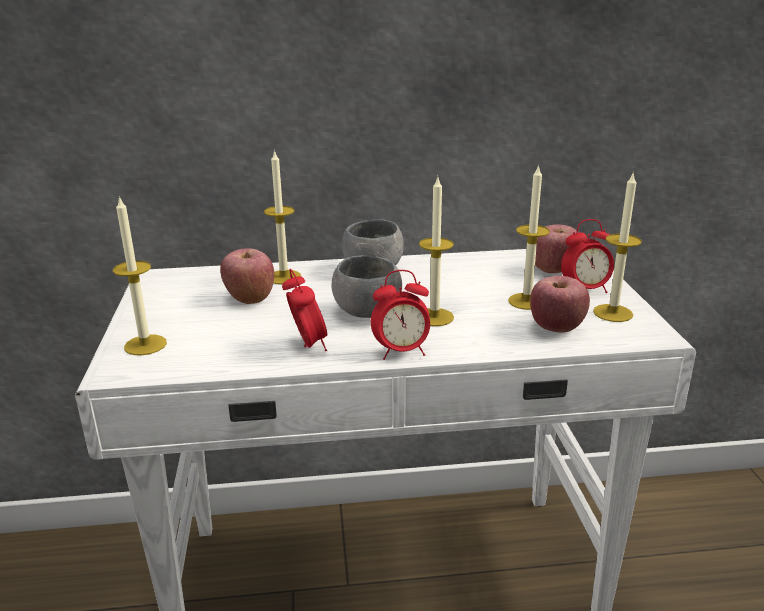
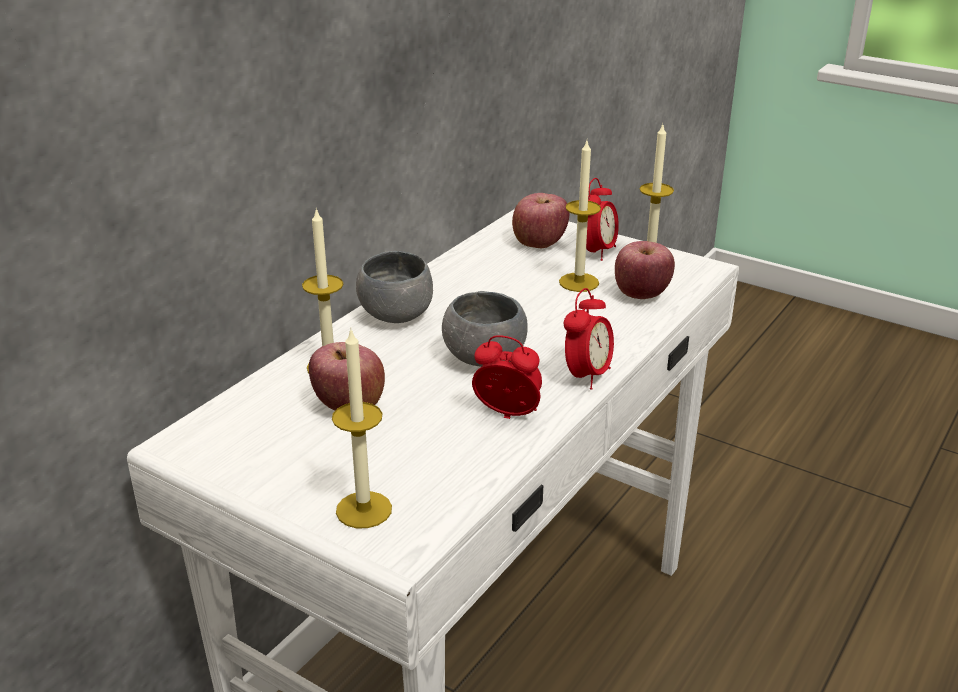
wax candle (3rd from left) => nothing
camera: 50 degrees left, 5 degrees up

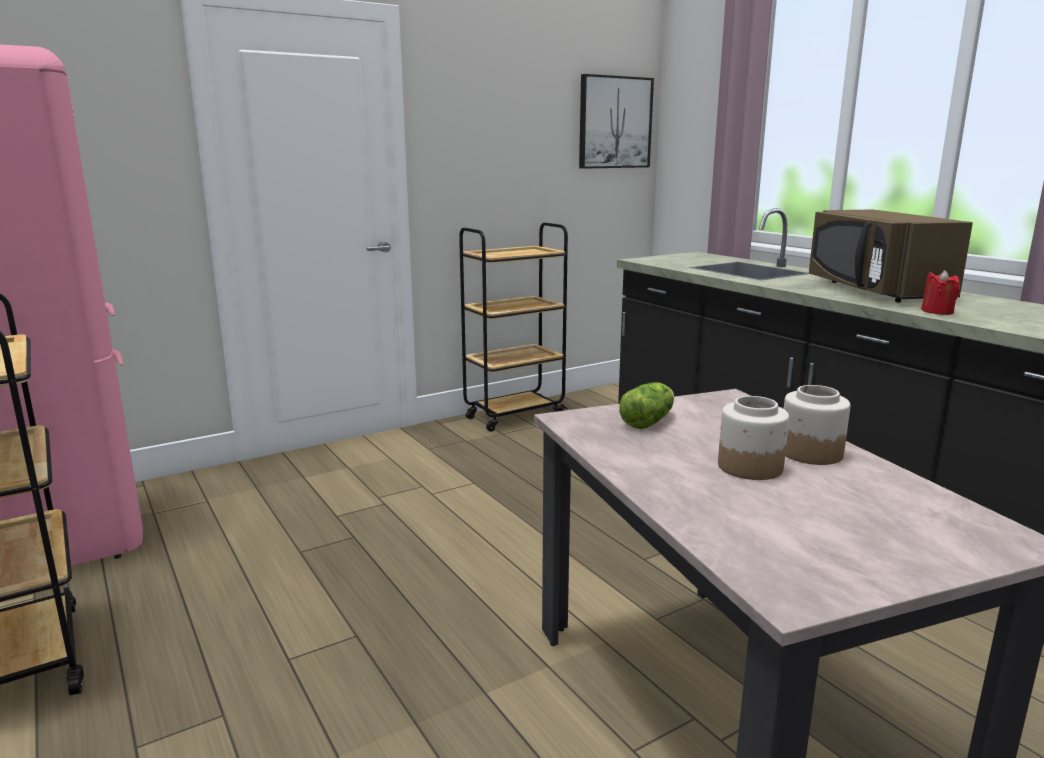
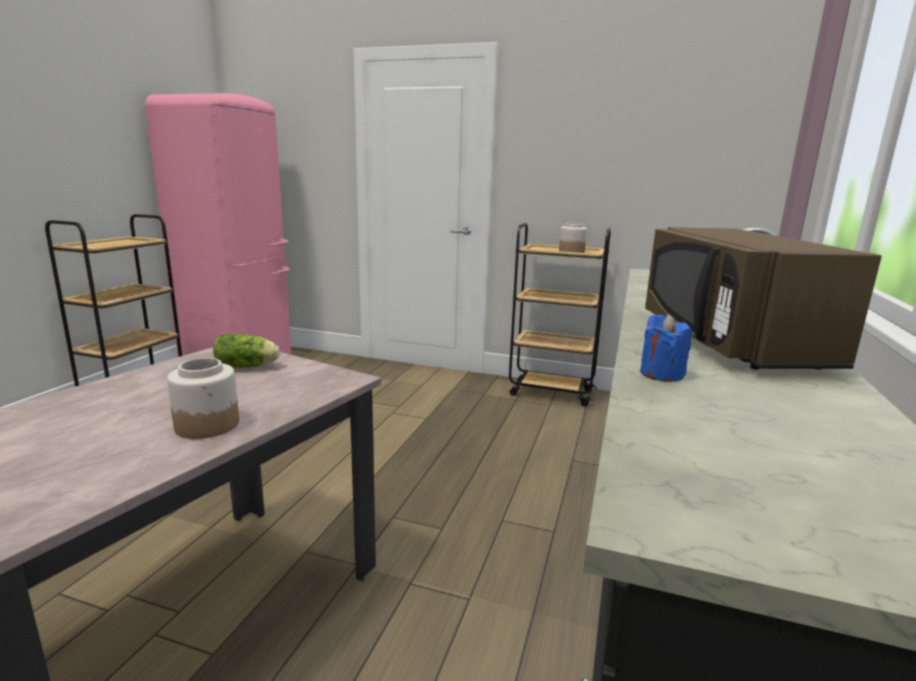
jar (1st from left in the first image) => jar (2nd from left), move
red wax candle => blue wax candle
brownish microwave oven, 45 degrees counterclockwise
wall art => nothing
camera: 50 degrees right, 0 degrees up

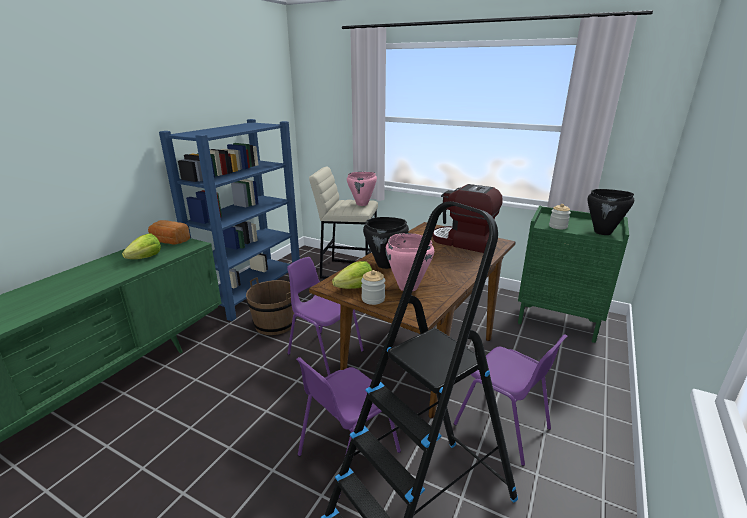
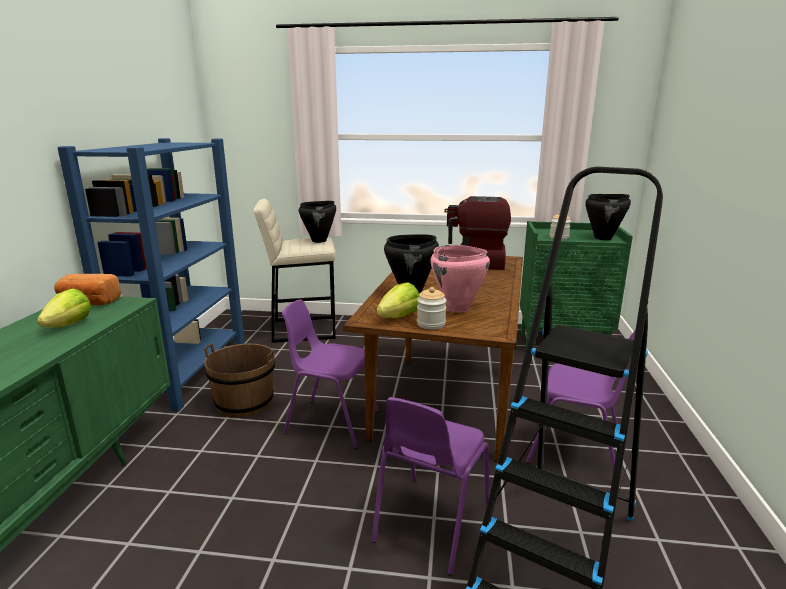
pink cooking pot (1st from left) => blackish cooking pot (1st from left)
camera: 20 degrees left, 5 degrees down

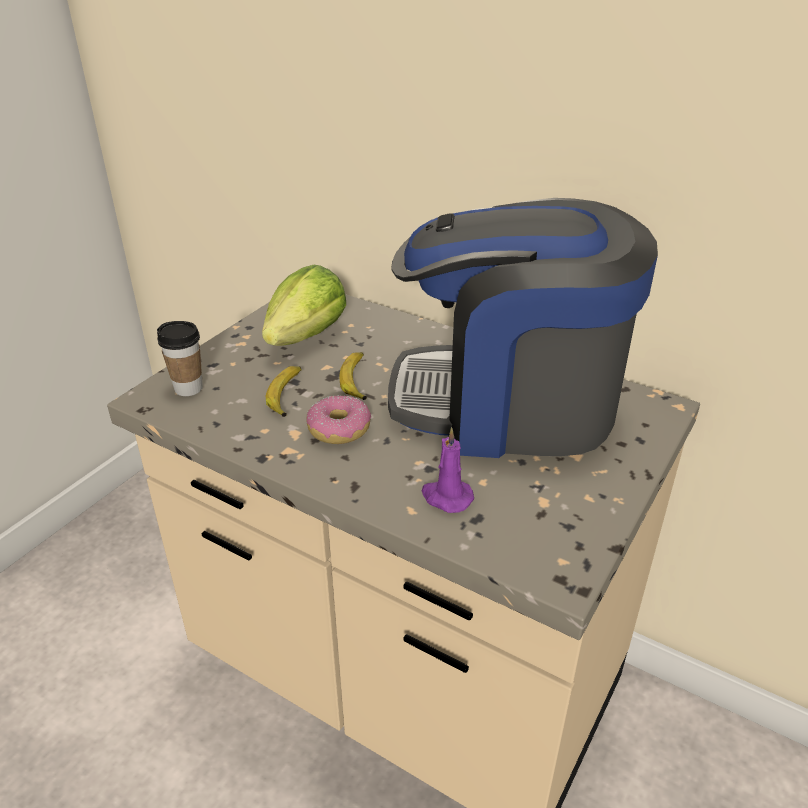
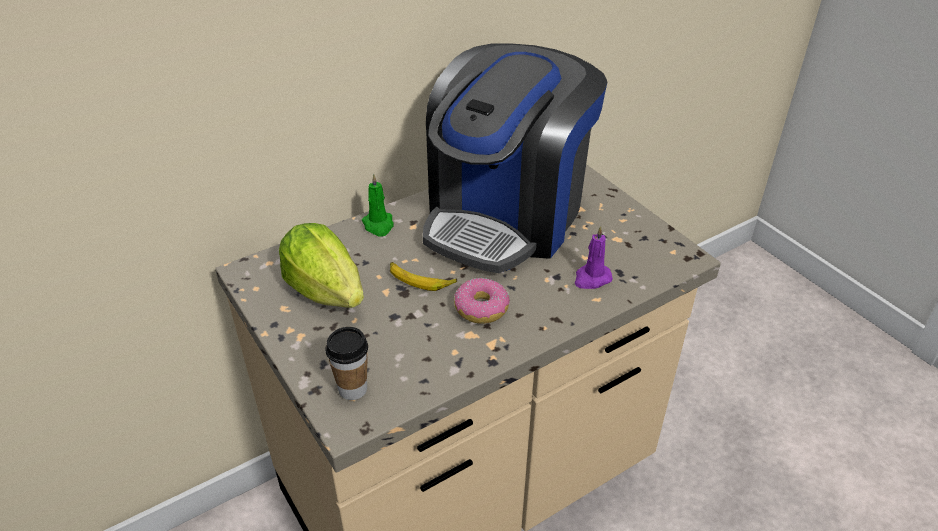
nothing => green-coloured wax candle
whole banana (1st from left) => nothing
camera: 65 degrees left, 5 degrees up

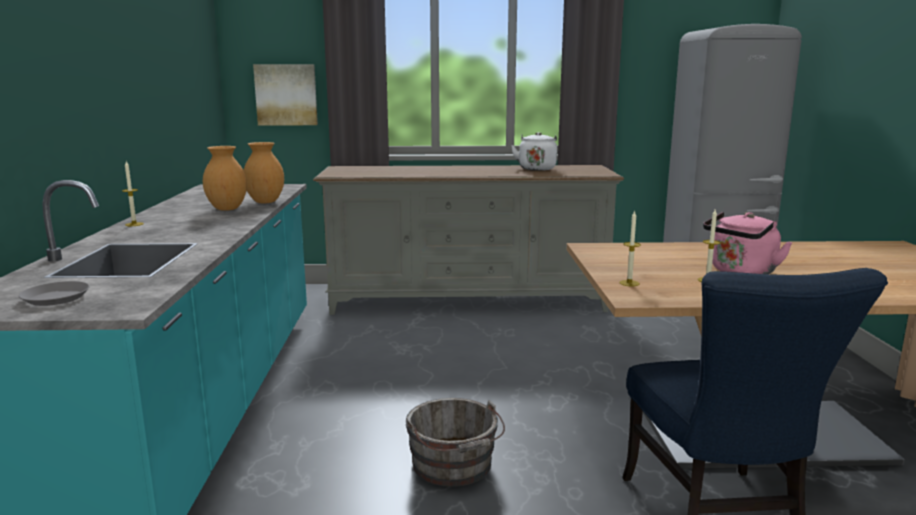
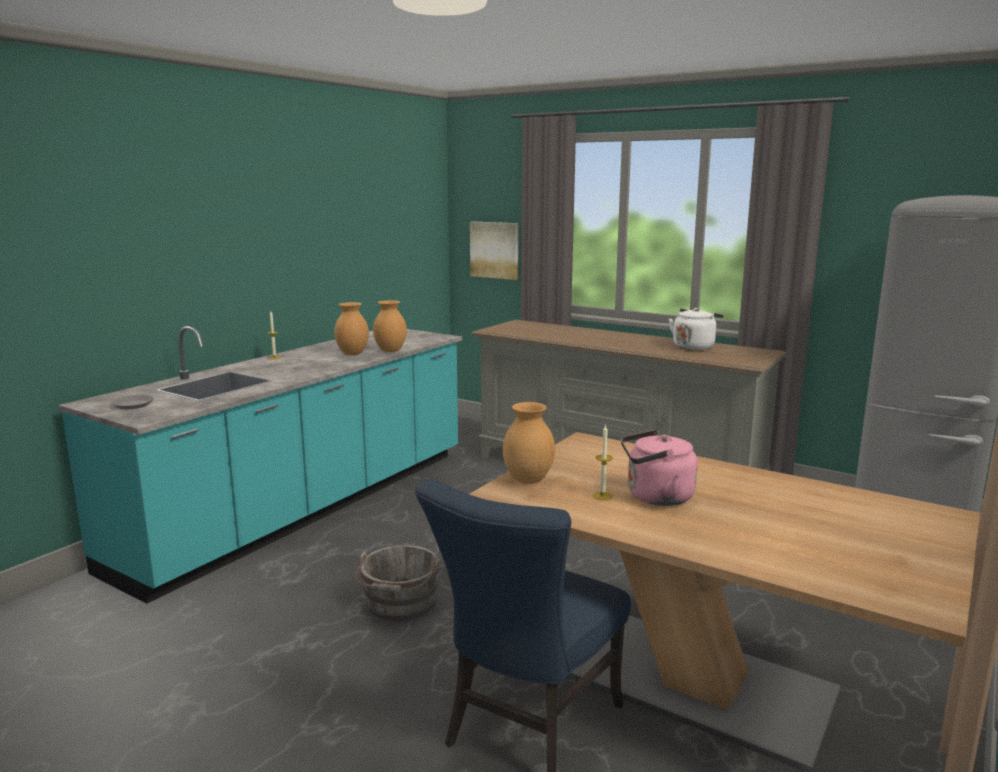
wax candle (2nd from left) => brownish vase (3rd from left)
camera: 35 degrees right, 0 degrees up

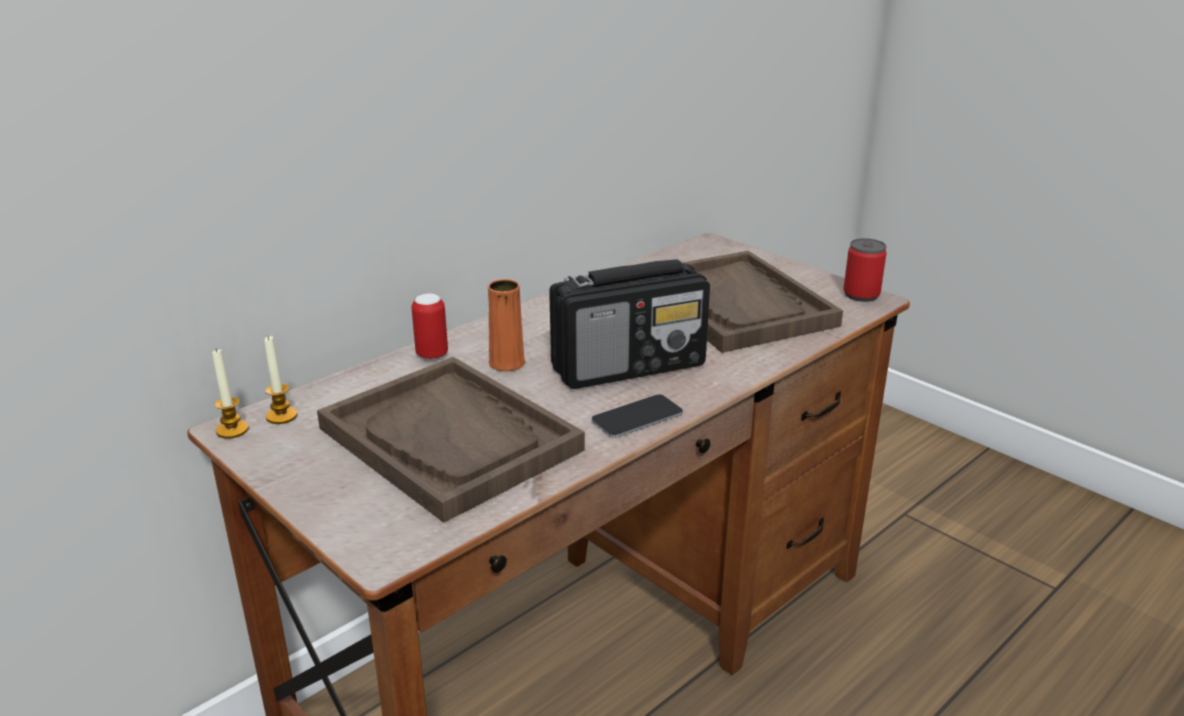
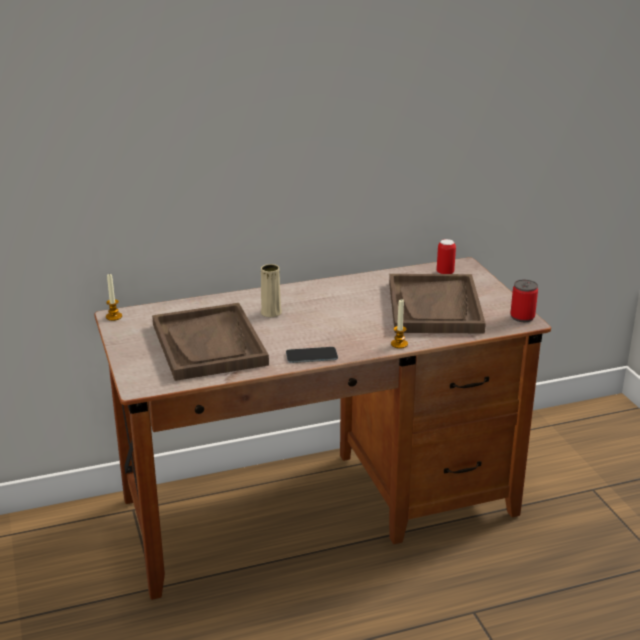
orange-coloured vase => sand-coloured vase
wax candle (2nd from left), move
can (1st from left), move
radio => nothing
camera: 25 degrees right, 0 degrees up

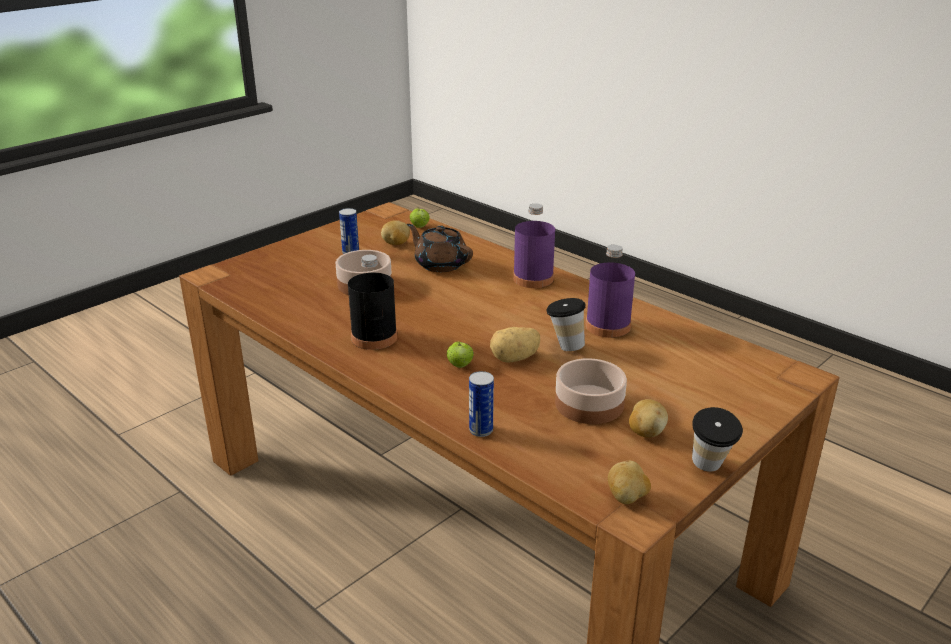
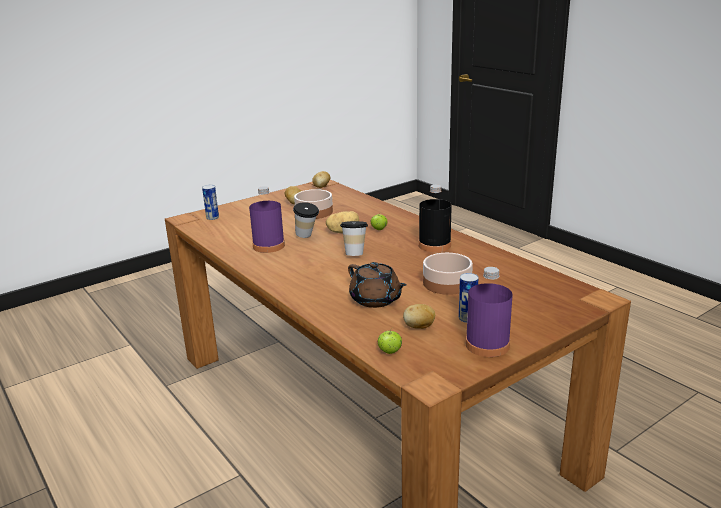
can (2nd from left in the first image) => can (1st from left), move
small cup (2nd from left), move
purplish drink bottle (1st from left in the first image) => purplish drink bottle (2nd from left), move
camera: 170 degrees left, 5 degrees down

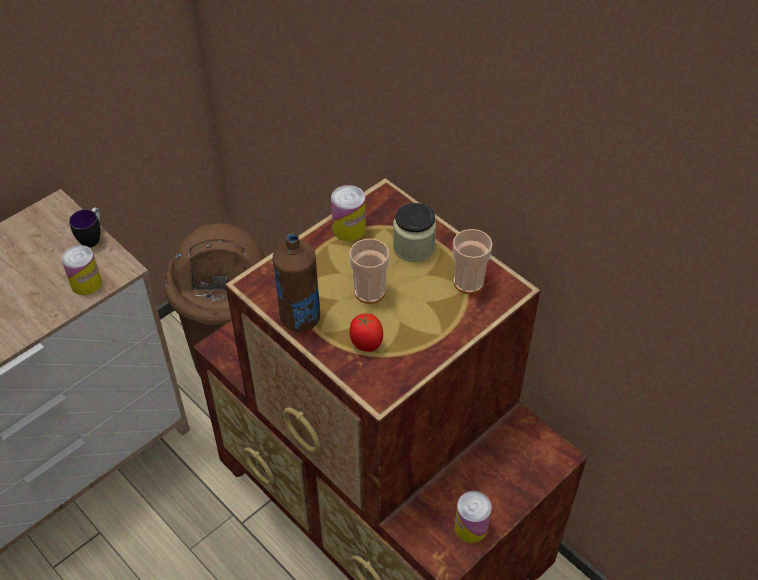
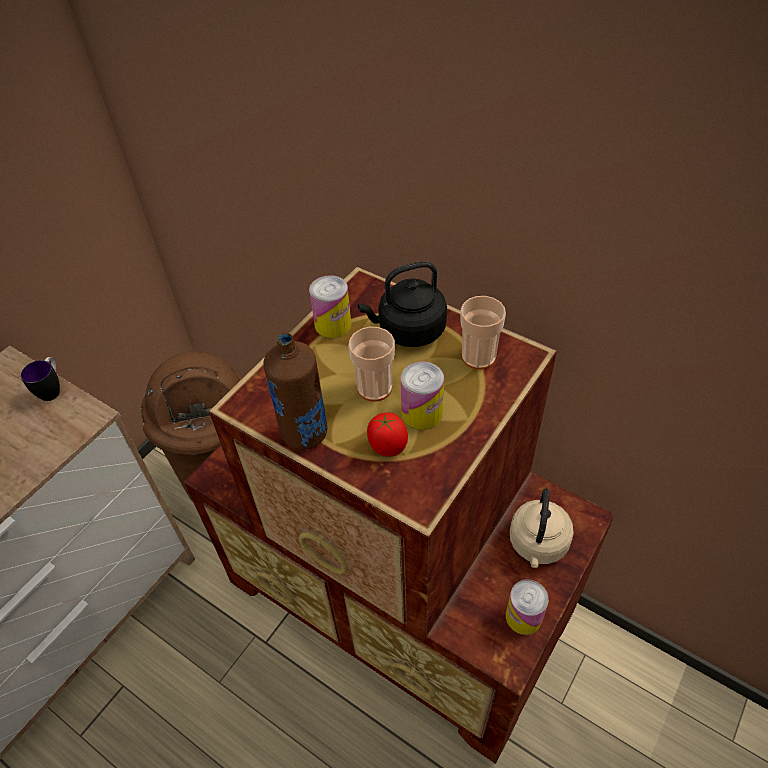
jar => blackish kettle
can (1st from left in the first image) => can (2nd from left), move
nothing => sand-coloured kettle
camera: 10 degrees left, 0 degrees up

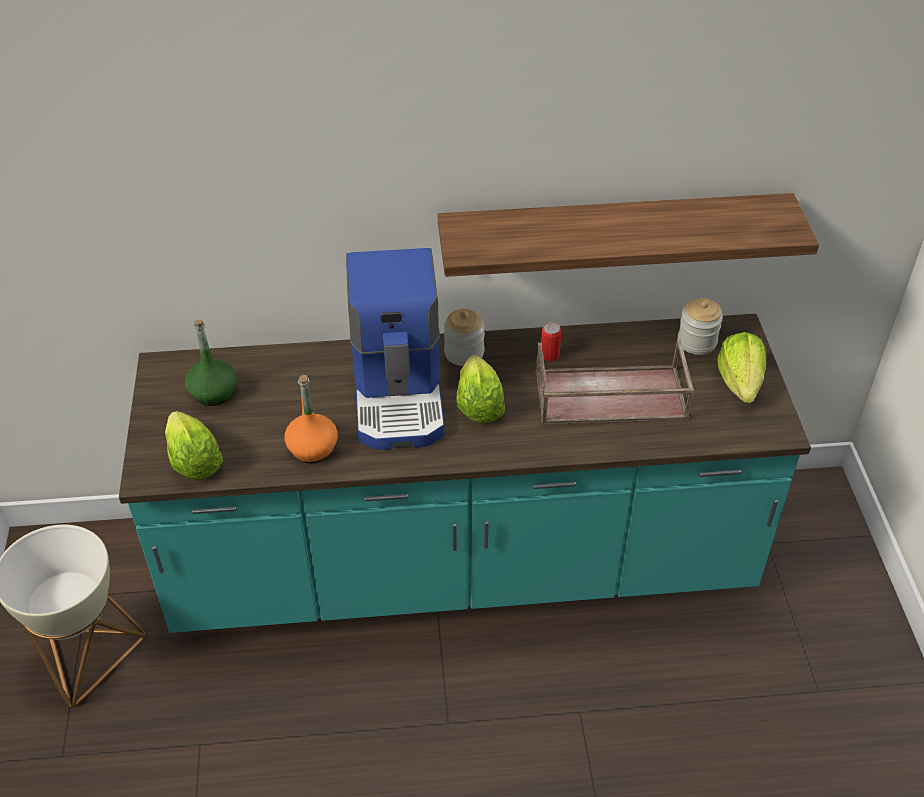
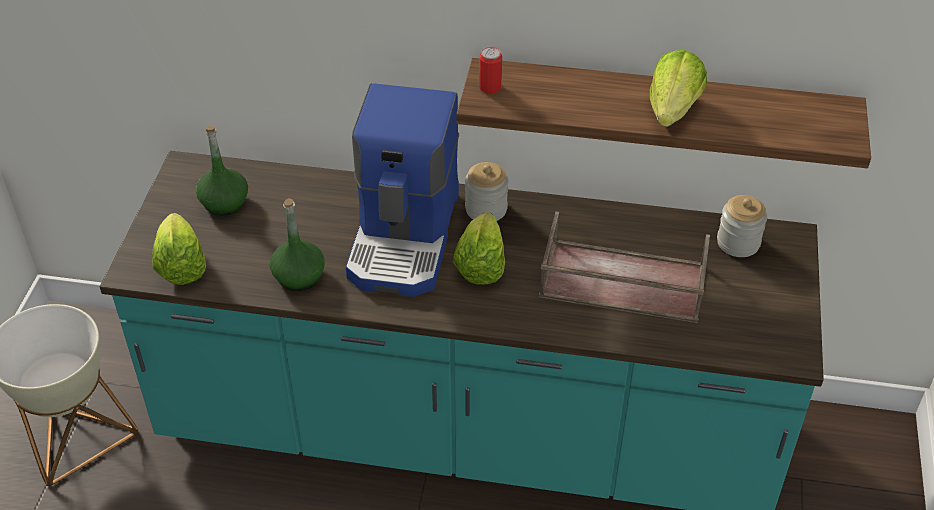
orange-coloured drink bottle => green-coloured drink bottle (2nd from left)
can, move
lettuce (3rd from left), move
camera: 15 degrees right, 0 degrees up

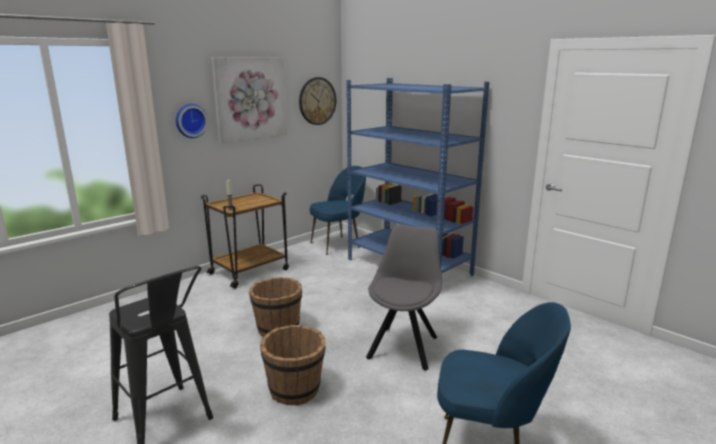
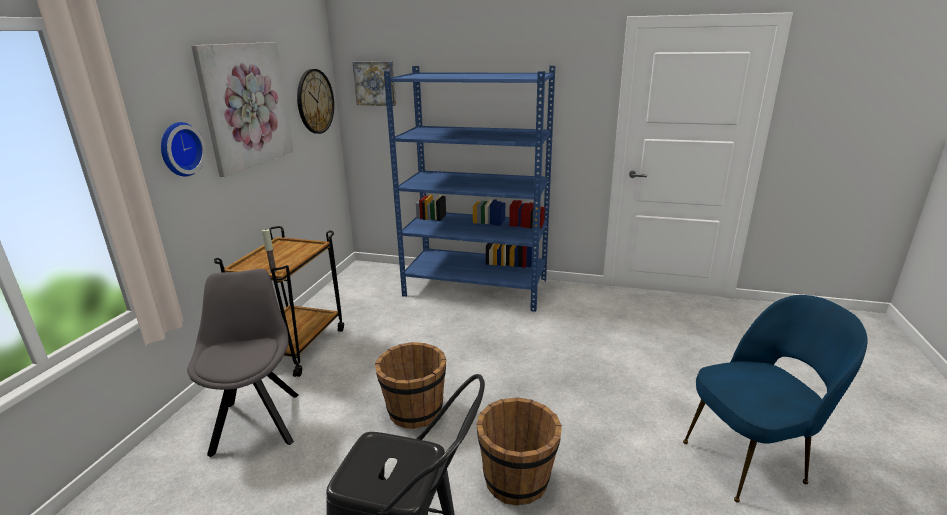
gray plain chair, move
nothing => wall art (2nd from left)
blue plain chair (1st from left) => nothing
camera: 30 degrees left, 5 degrees up

